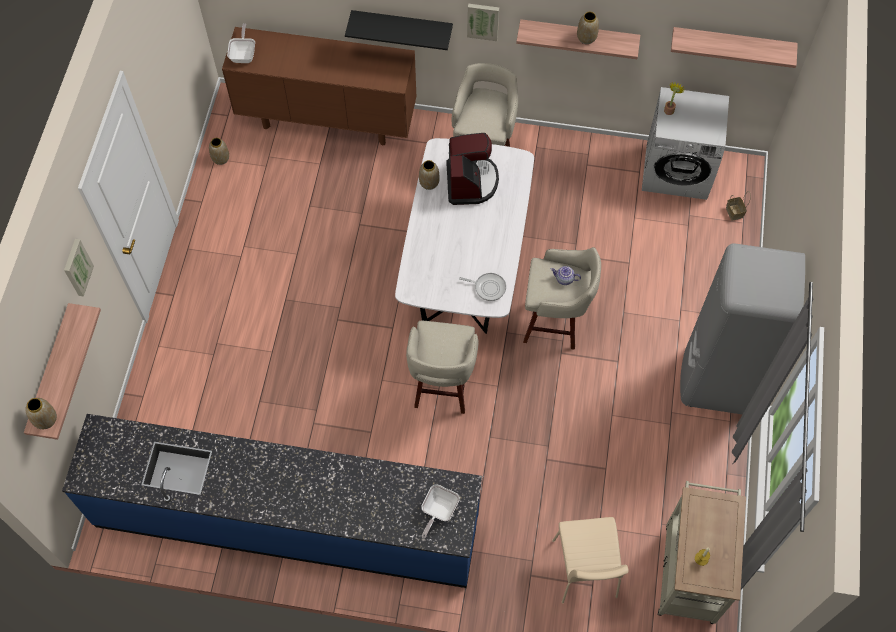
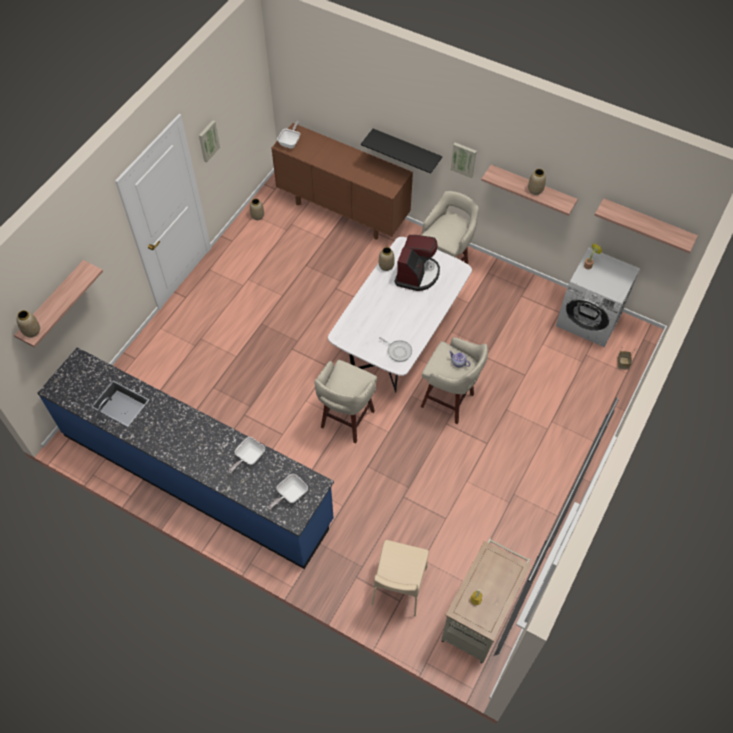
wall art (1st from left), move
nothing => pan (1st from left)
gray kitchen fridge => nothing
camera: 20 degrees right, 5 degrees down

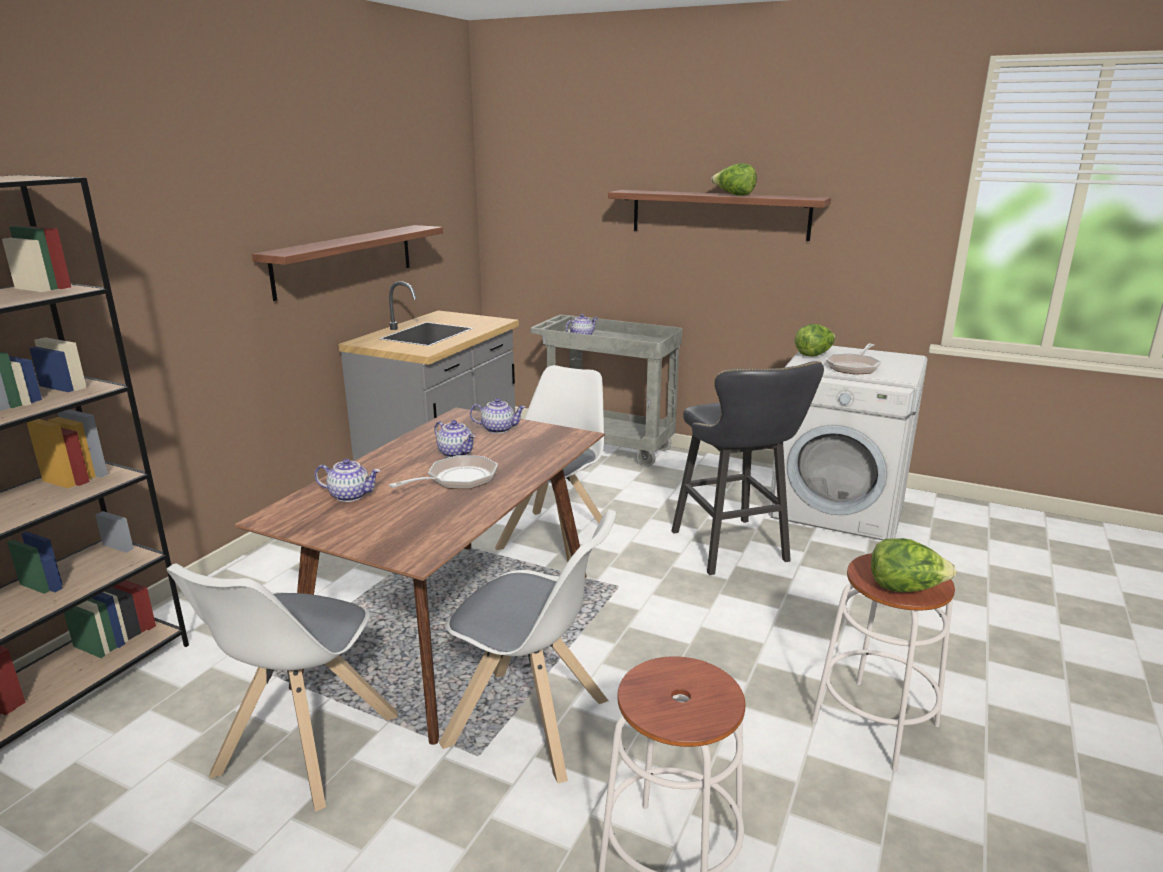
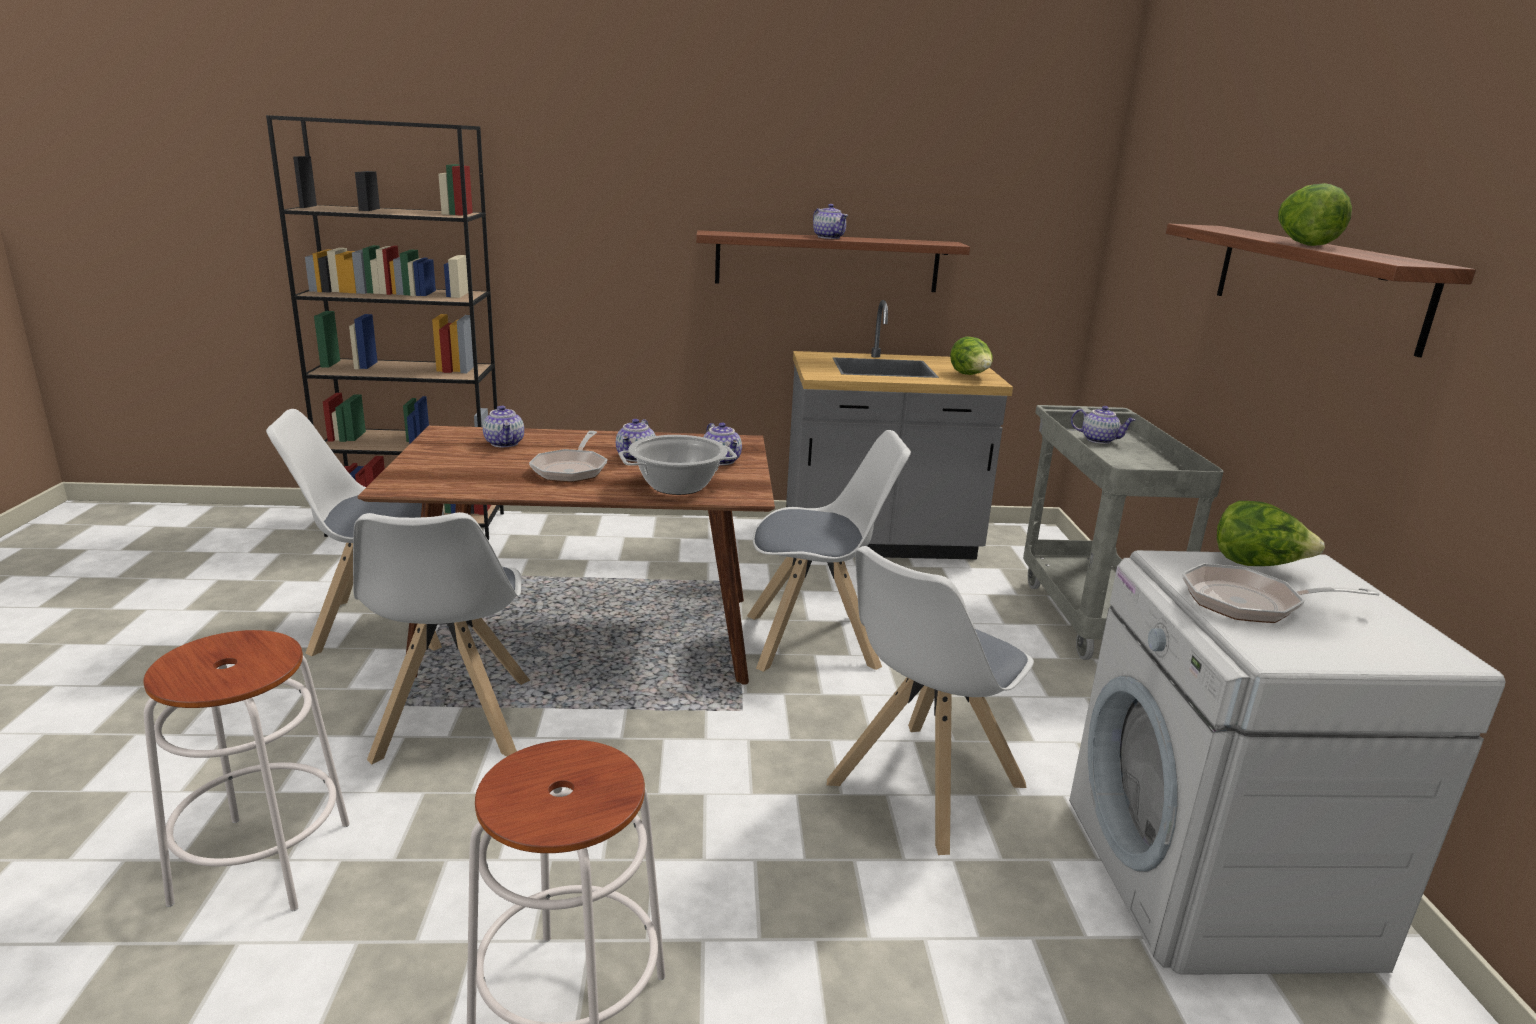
pan (1st from left), 75 degrees clockwise
nothing => cooking pot
nothing => teapot (4th from left)
blackish stool seat => plain chair (4th from left)
lettuce (3rd from left in the first image) => lettuce (1st from left), move
camera: 60 degrees right, 0 degrees up

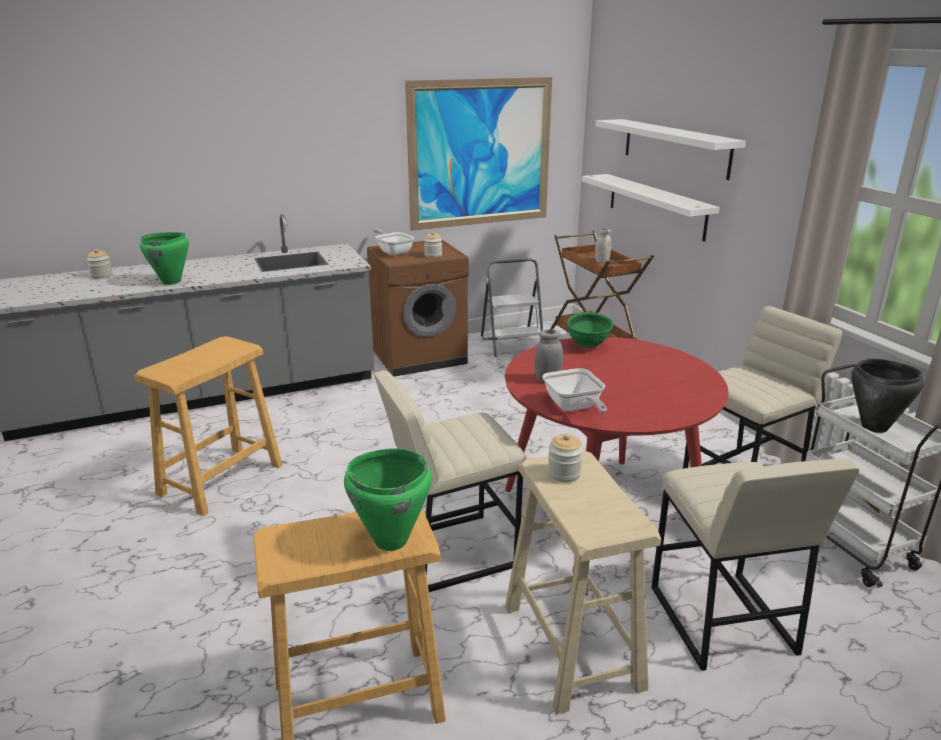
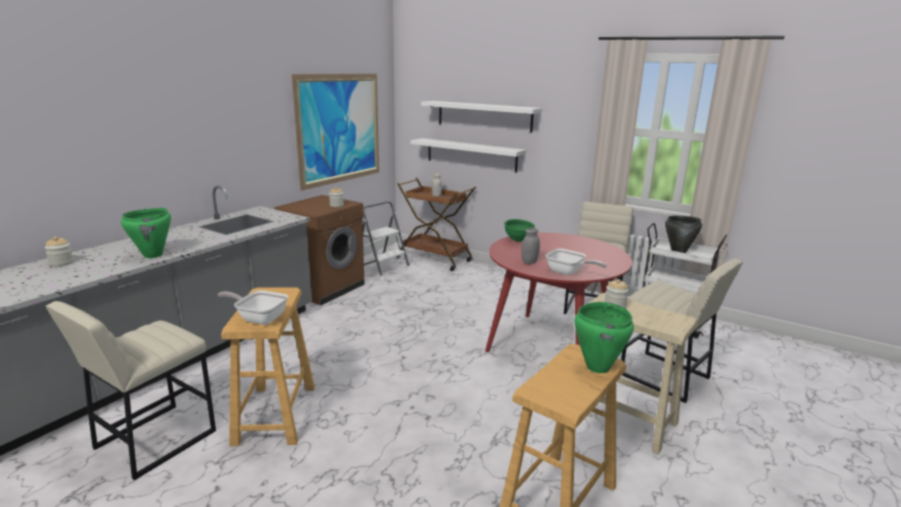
sand-coloured plain chair (1st from left), move
pan (1st from left), move
camera: 35 degrees left, 5 degrees down

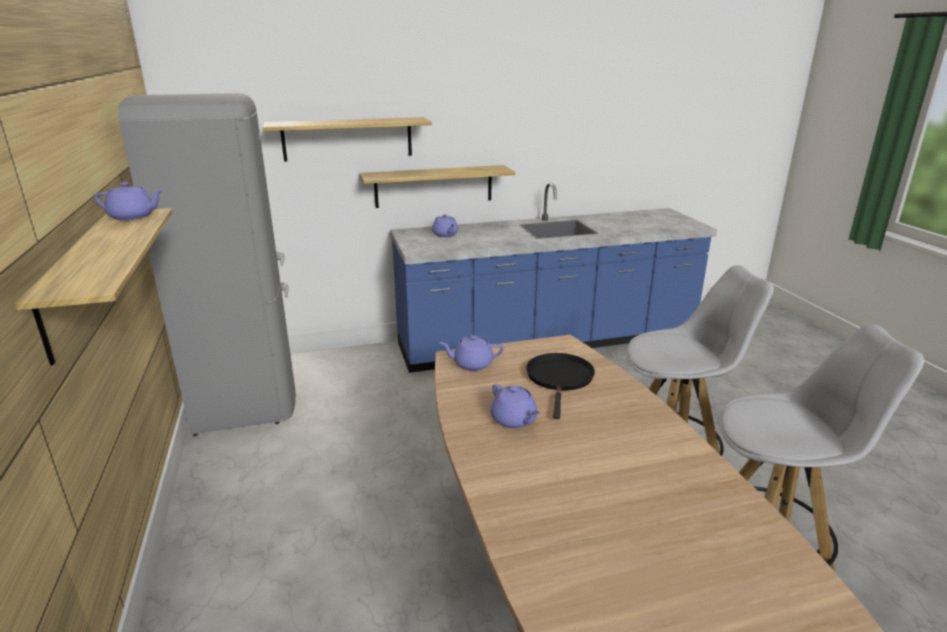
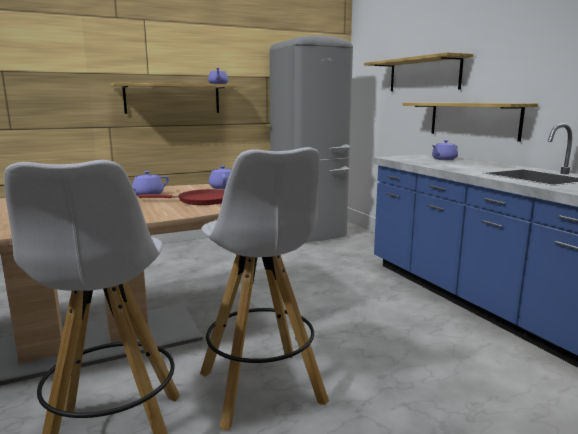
blackish pan => red pan
camera: 80 degrees right, 10 degrees down

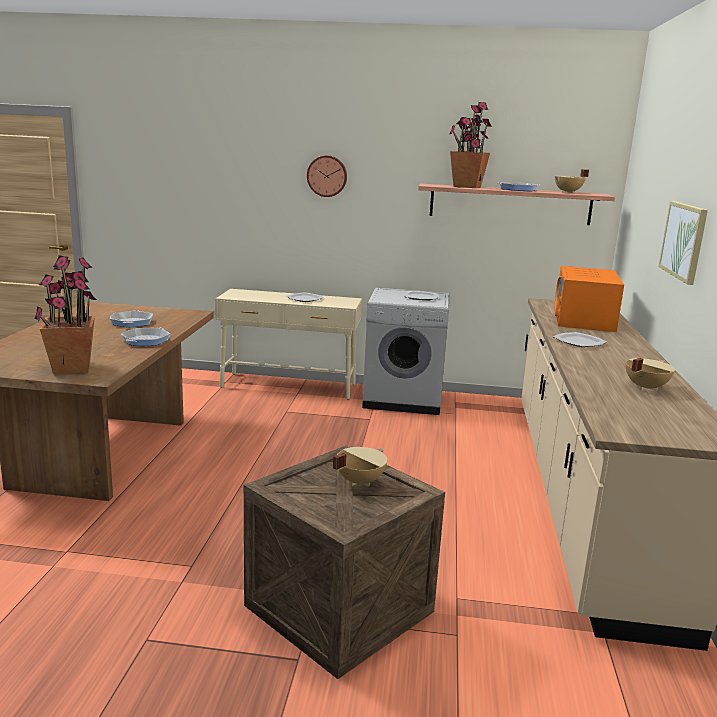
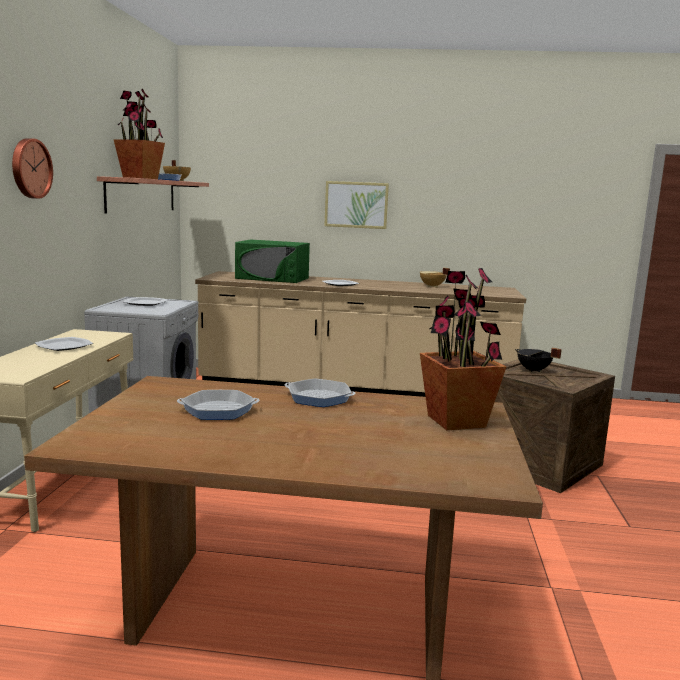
orange-coloured microwave oven => green-coloured microwave oven
sand-coloured cooking pot (1st from left) => blackish cooking pot
camera: 90 degrees left, 5 degrees down

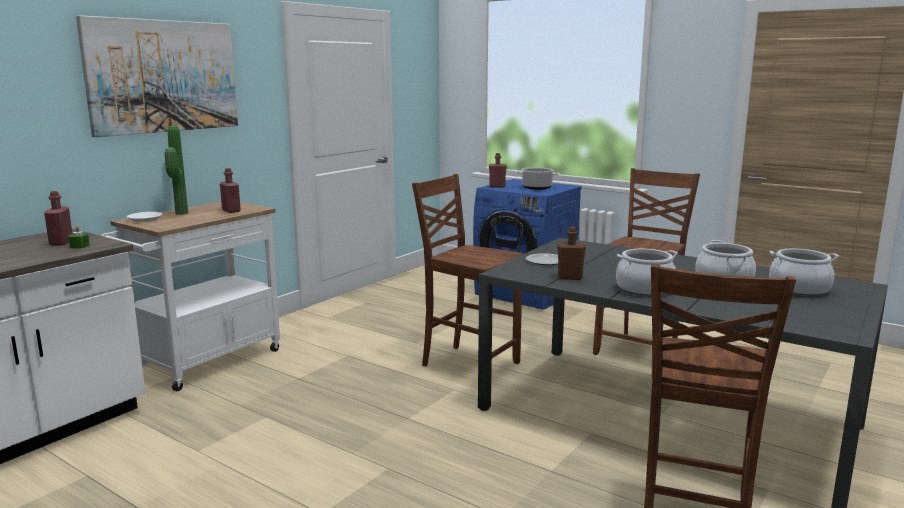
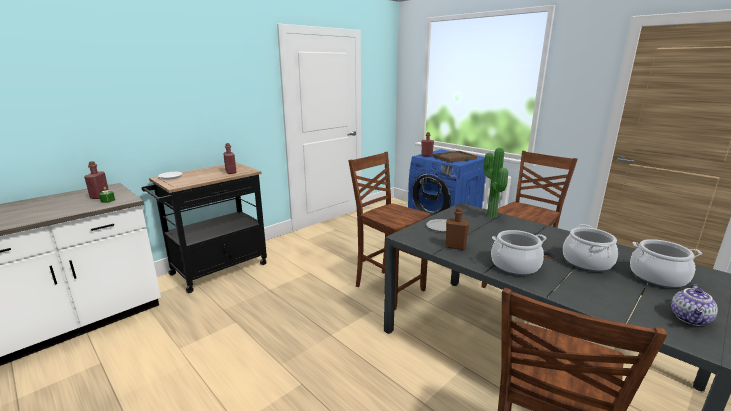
white trolley => blackish trolley
cooking pot (1st from left) => brownish tray
houseplant, move
nothing => teapot
wall art => nothing
camera: 10 degrees right, 5 degrees up

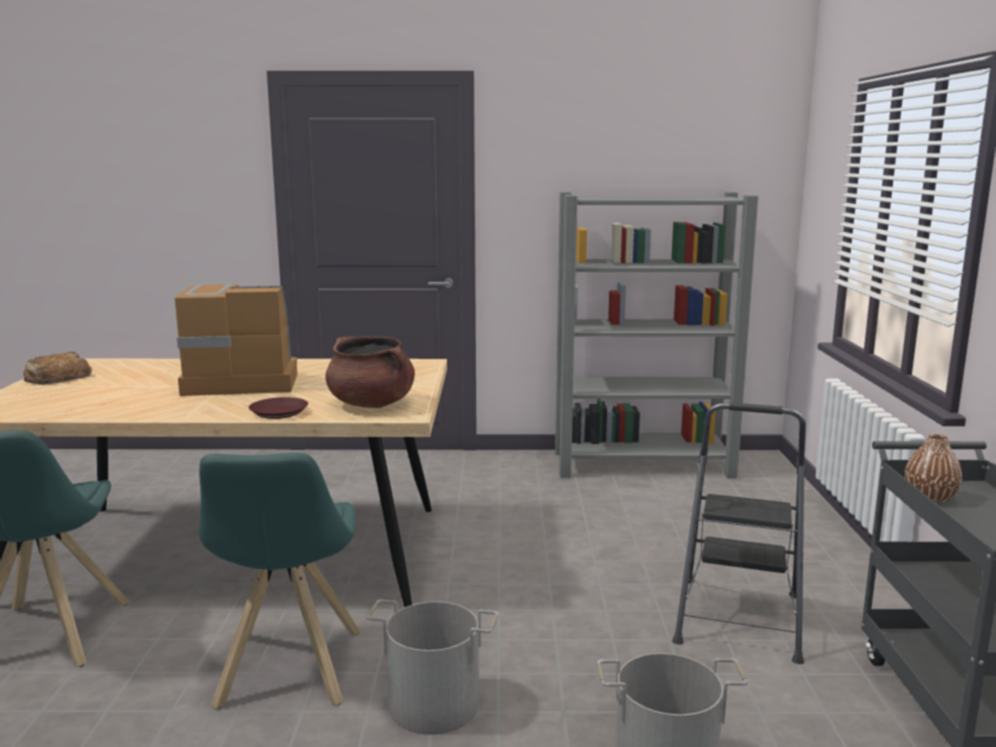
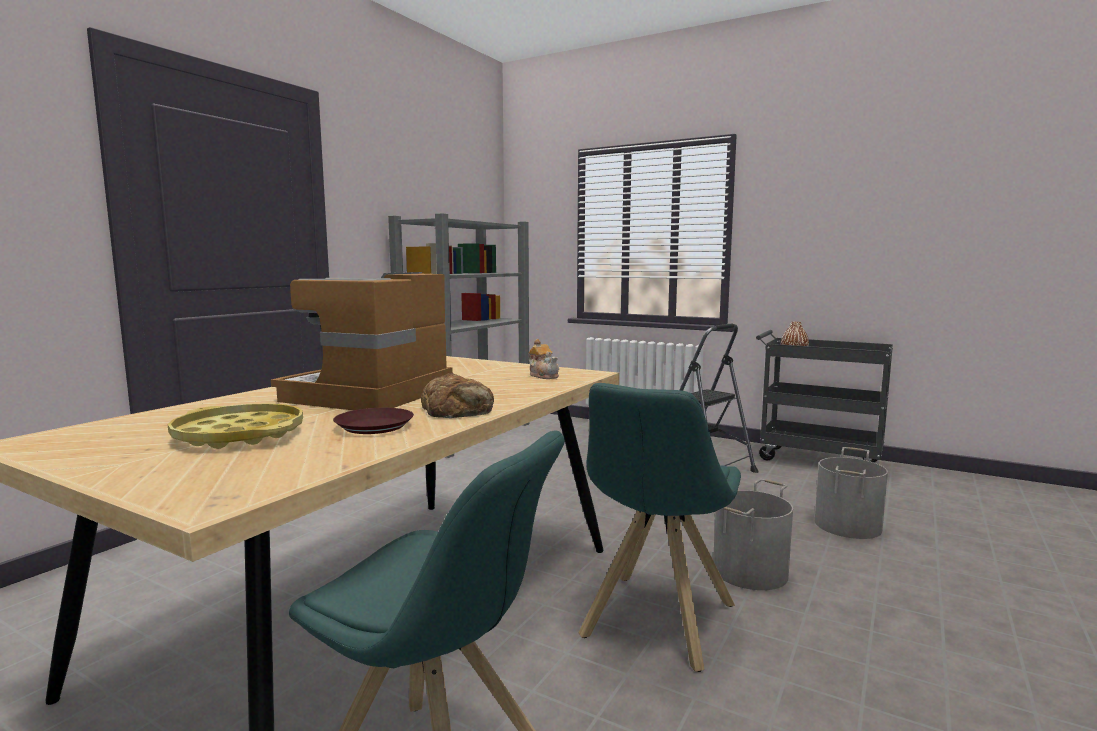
nothing => yellow tray
brownish dinner plate, move
bread, move
brownish cooking pot => teapot
turquoise plain chair (2nd from left), 90 degrees clockwise
camera: 60 degrees left, 5 degrees down

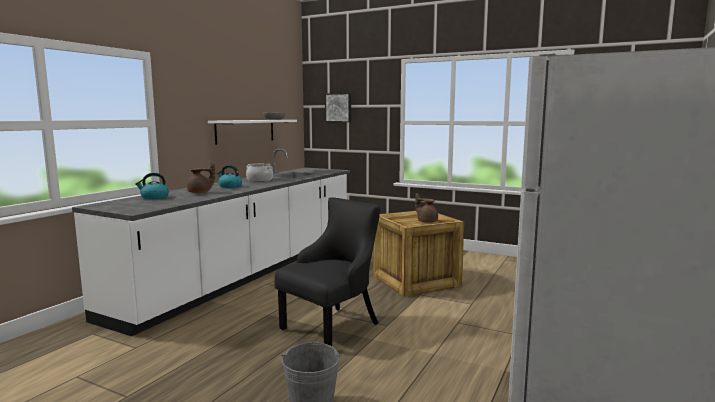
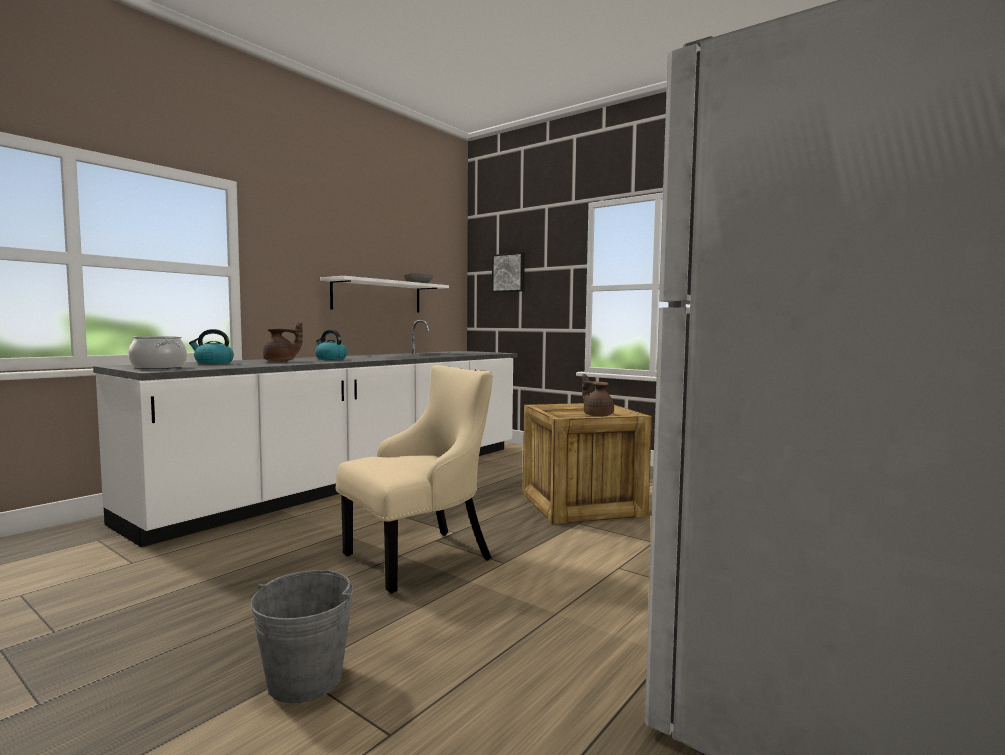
cooking pot, move
blackish plain chair => sand-coloured plain chair
camera: 10 degrees right, 5 degrees down

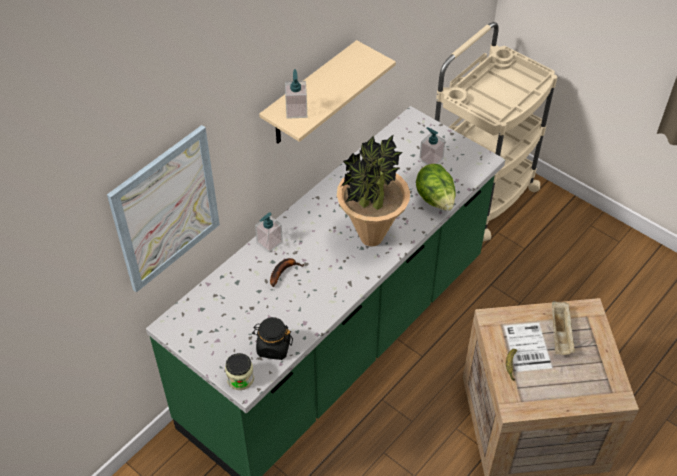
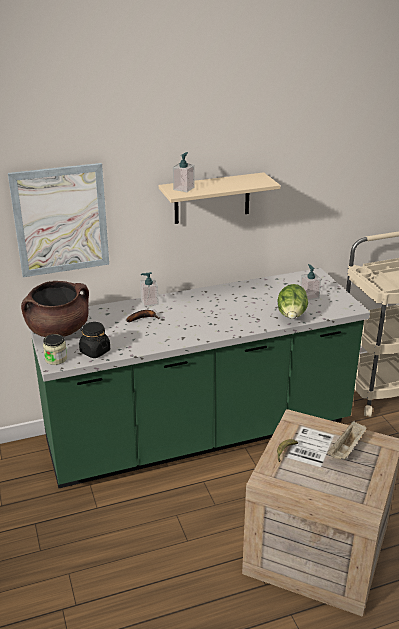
nothing => brownish cooking pot
houseplant => nothing
camera: 30 degrees right, 20 degrees down

